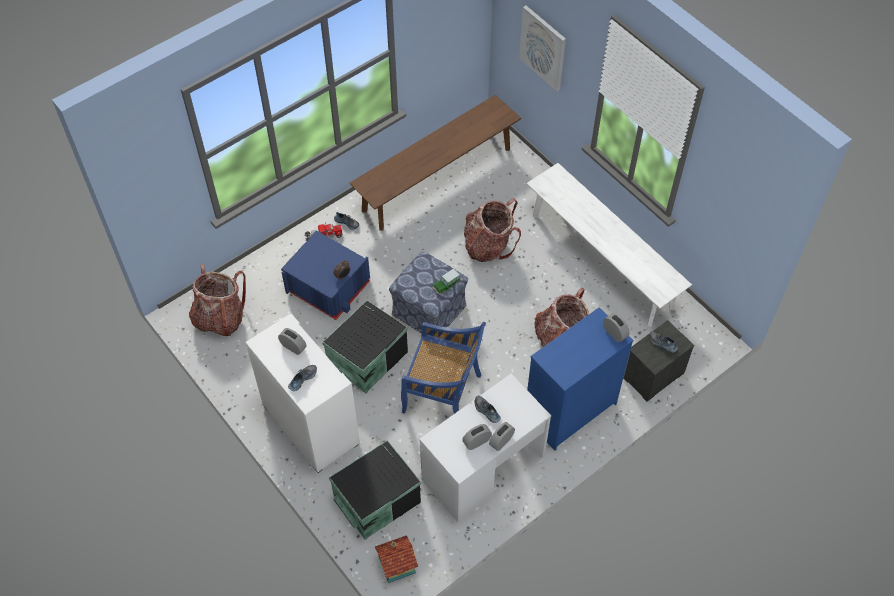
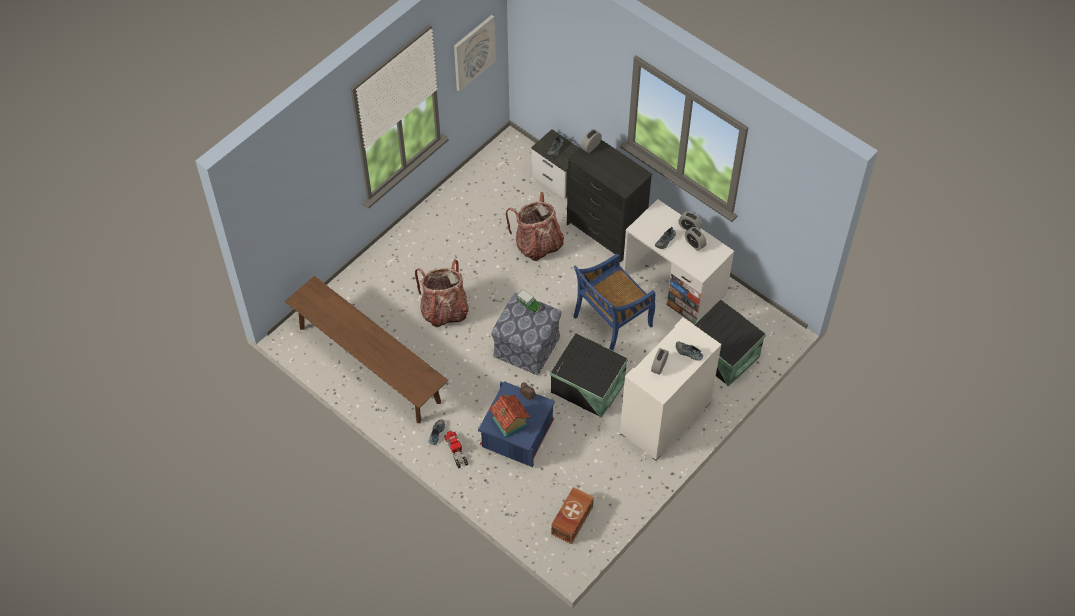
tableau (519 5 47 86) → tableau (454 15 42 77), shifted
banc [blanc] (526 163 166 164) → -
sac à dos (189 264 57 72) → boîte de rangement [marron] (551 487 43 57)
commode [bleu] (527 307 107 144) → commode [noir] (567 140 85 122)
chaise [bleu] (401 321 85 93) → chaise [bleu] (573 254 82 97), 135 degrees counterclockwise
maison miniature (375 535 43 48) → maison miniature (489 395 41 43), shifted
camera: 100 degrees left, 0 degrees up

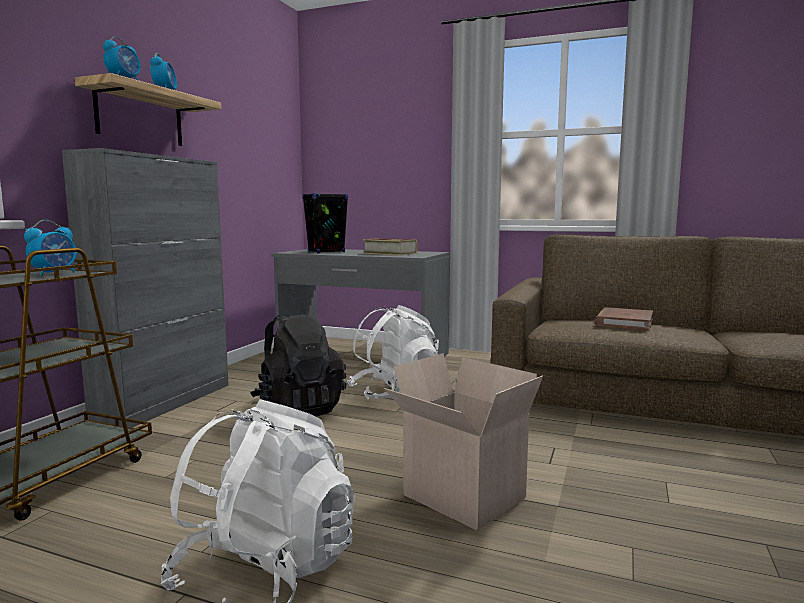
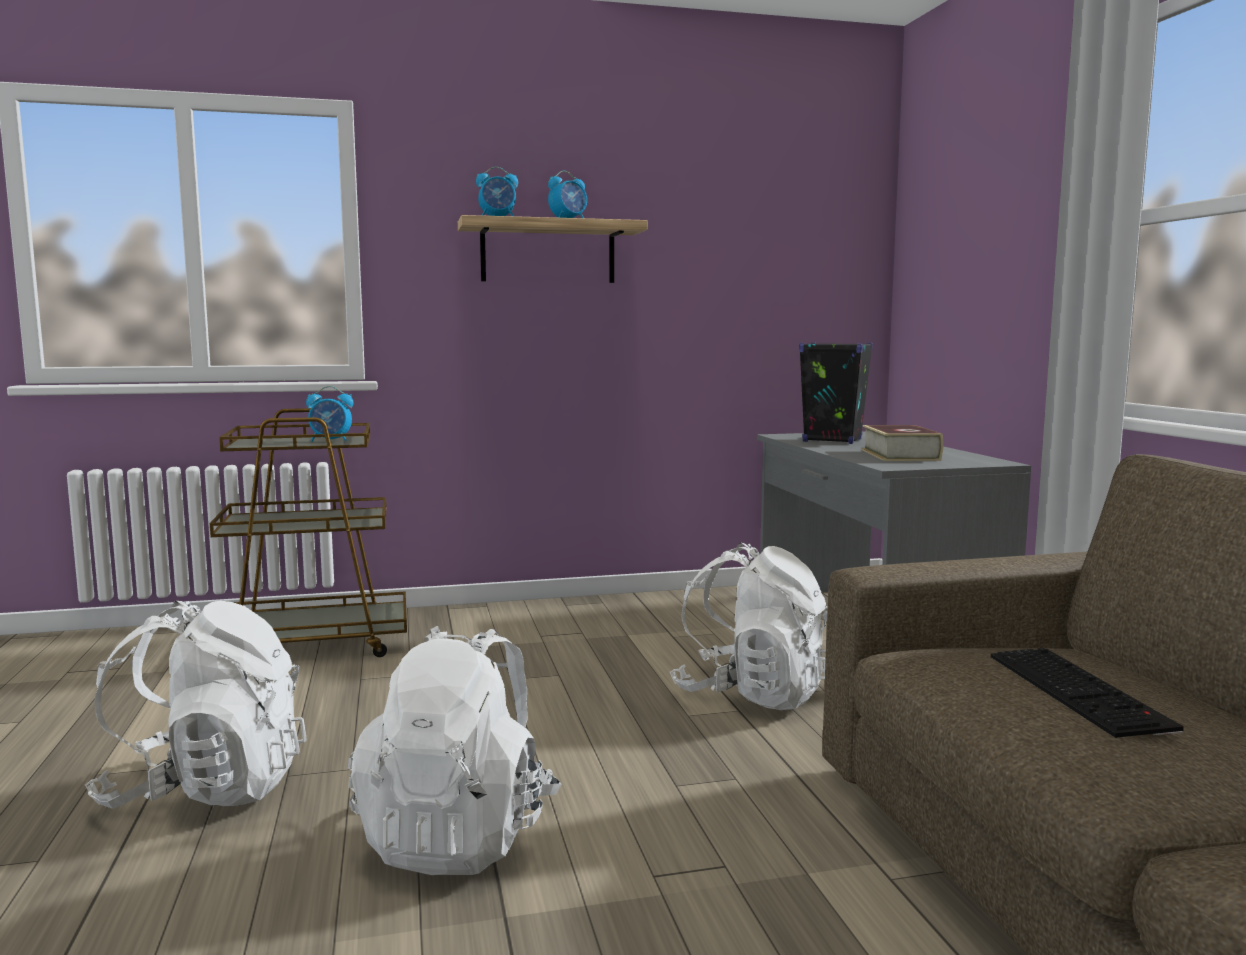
meuble de rangement [gris] (62 148 167 280) → -
livre [marron] (595 307 58 23) → clavier (991 648 193 90)
sac à dos [noir] (251 313 95 104) → -
carton (384 353 159 177) → sac à dos [blanc] (348 626 213 249)
camera: 55 degrees right, 0 degrees up

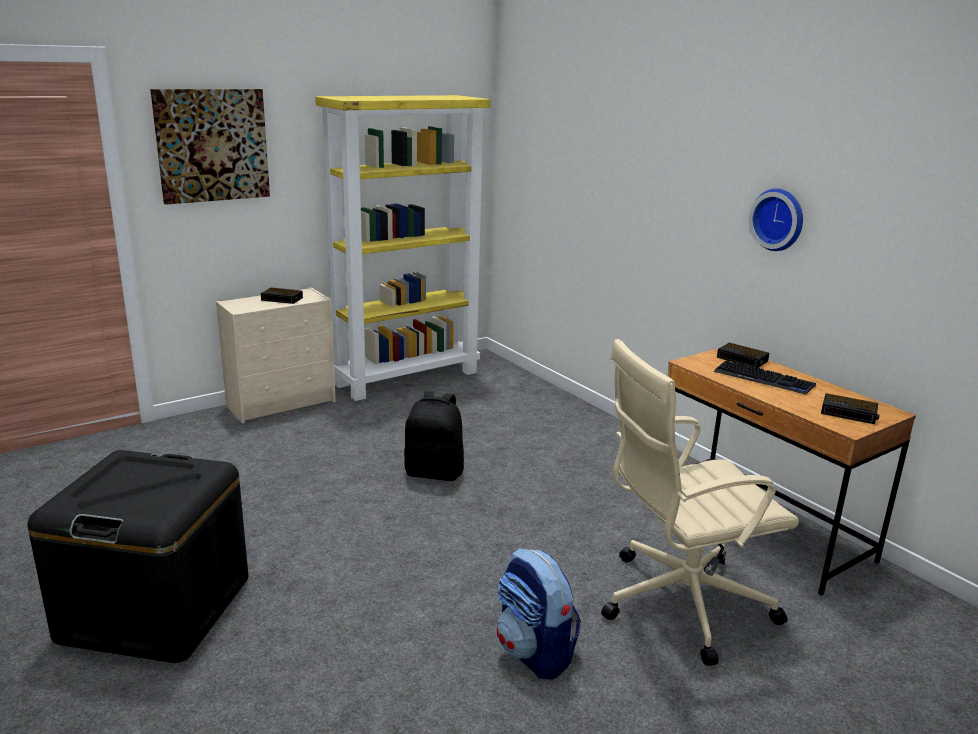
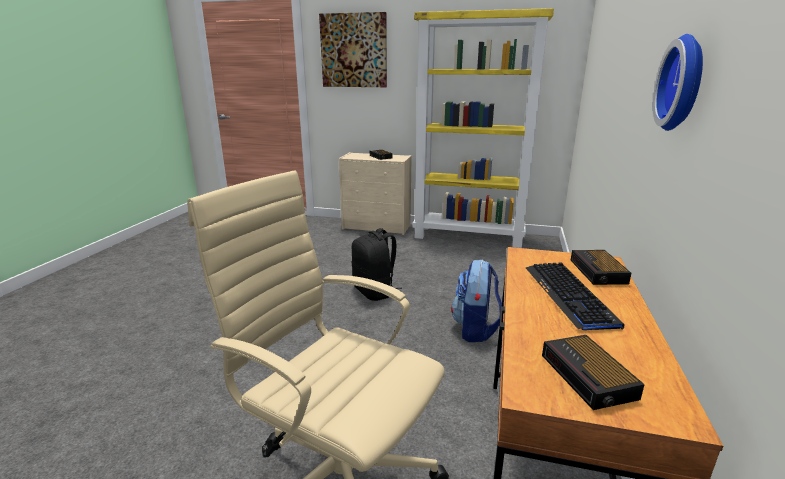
boîte de rangement [noir] (27 450 221 213) → -
sac à dos (497 548 84 132) → sac à dos (451 260 51 82), shifted
camera: 50 degrees right, 0 degrees up

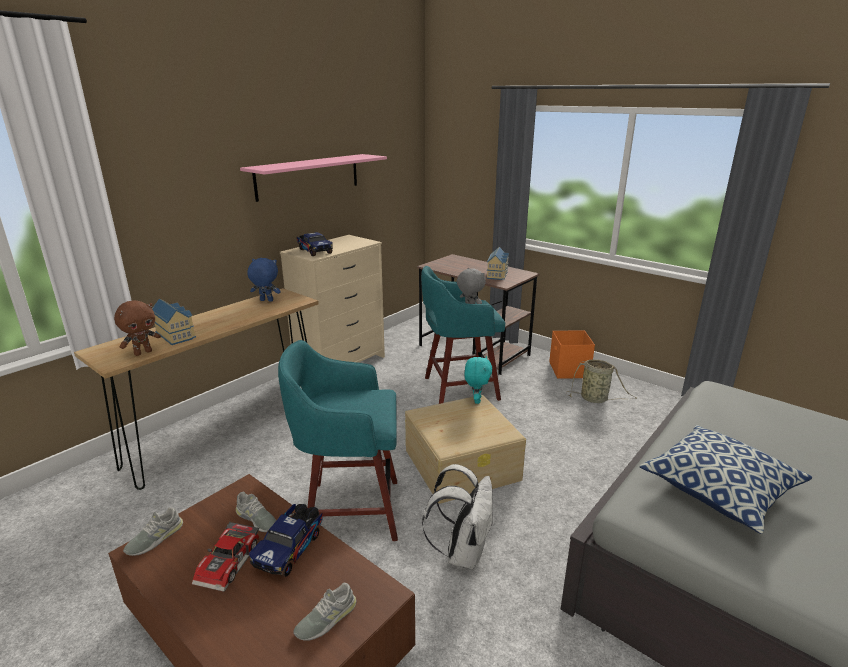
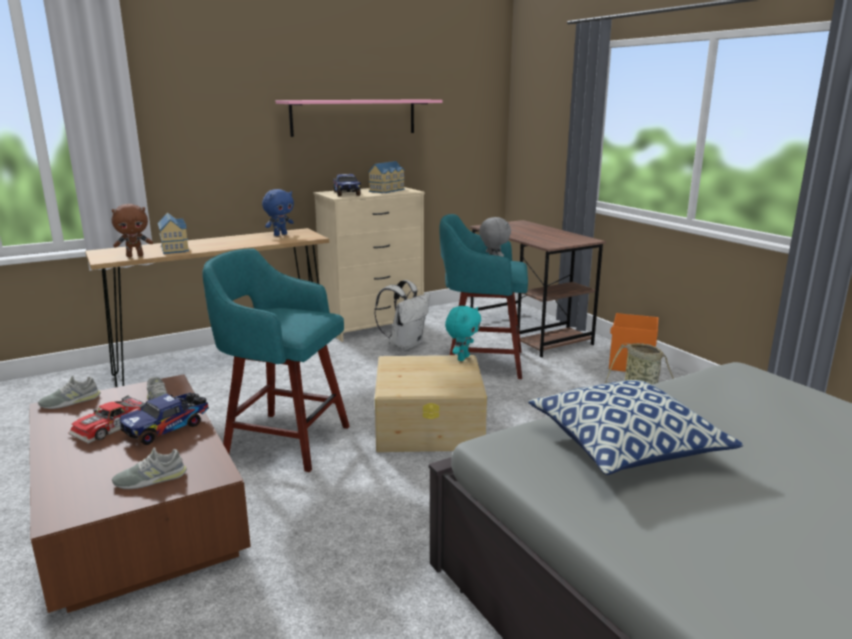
maison miniature (486 247 23 33) → maison miniature (368 161 37 32), shifted
peluche [bleu] (247 258 34 43) → peluche [bleu] (262 189 32 47), 105 degrees clockwise
sac à dos [blanc] (422 464 71 105) → sac à dos [blanc] (374 280 56 70), shifted
camera: 20 degrees right, 5 degrees down

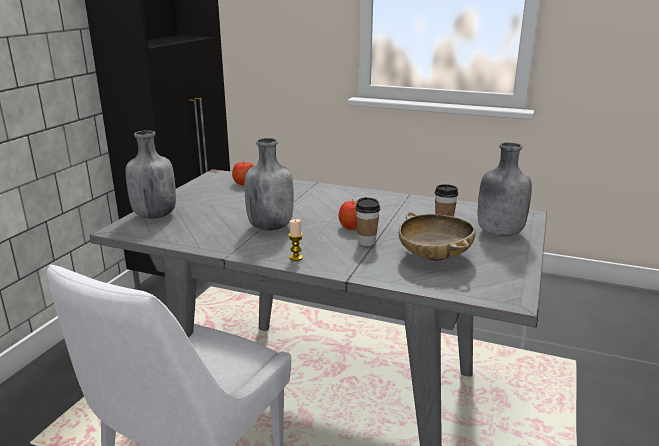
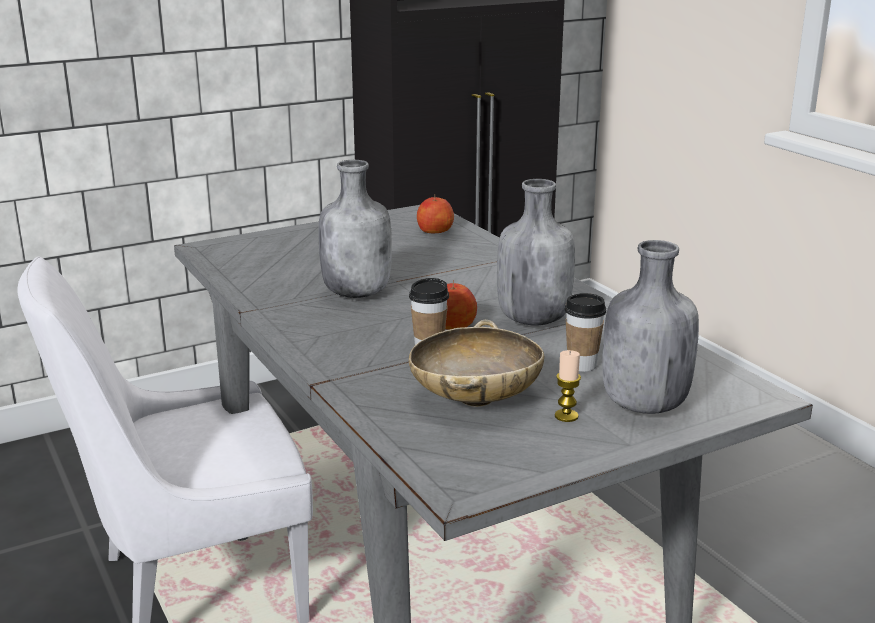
bouteille [gris] (125 130 51 89) → bouteille [gris] (497 179 78 146), shifted
bougie (289 219 14 42) → bougie (555 350 26 72), shifted
camera: 40 degrees right, 0 degrees up

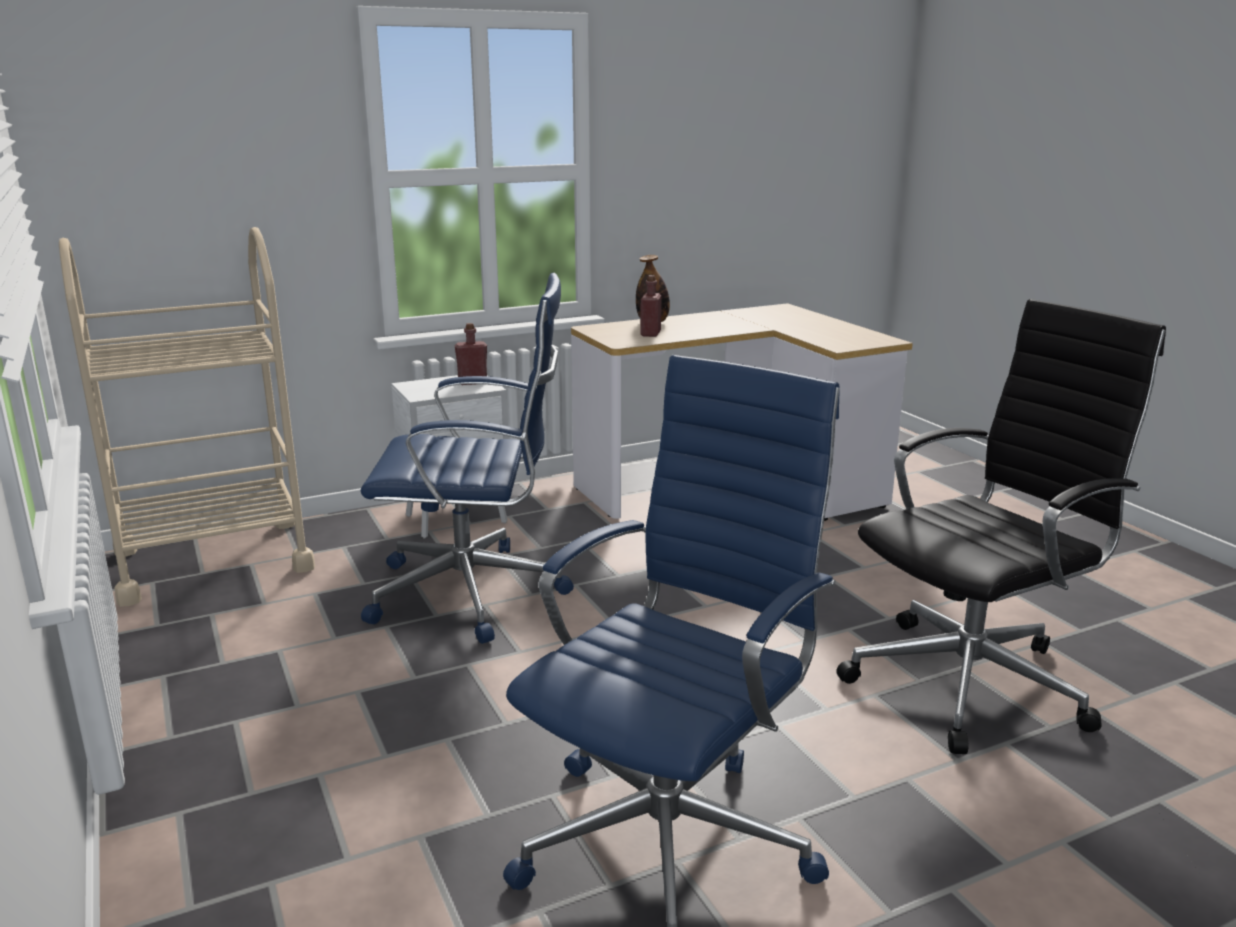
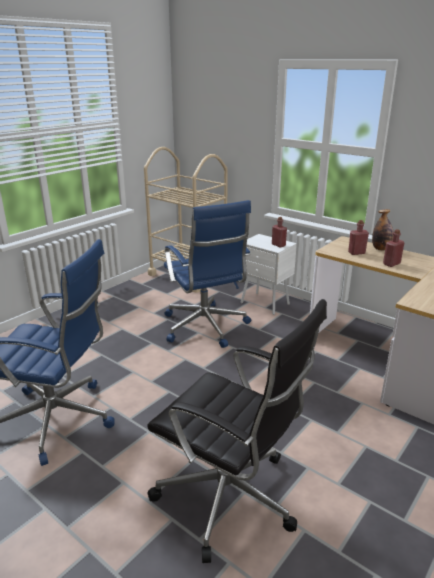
- → bouteille [rouge] (383 229 21 38)
camera: 65 degrees right, 5 degrees up

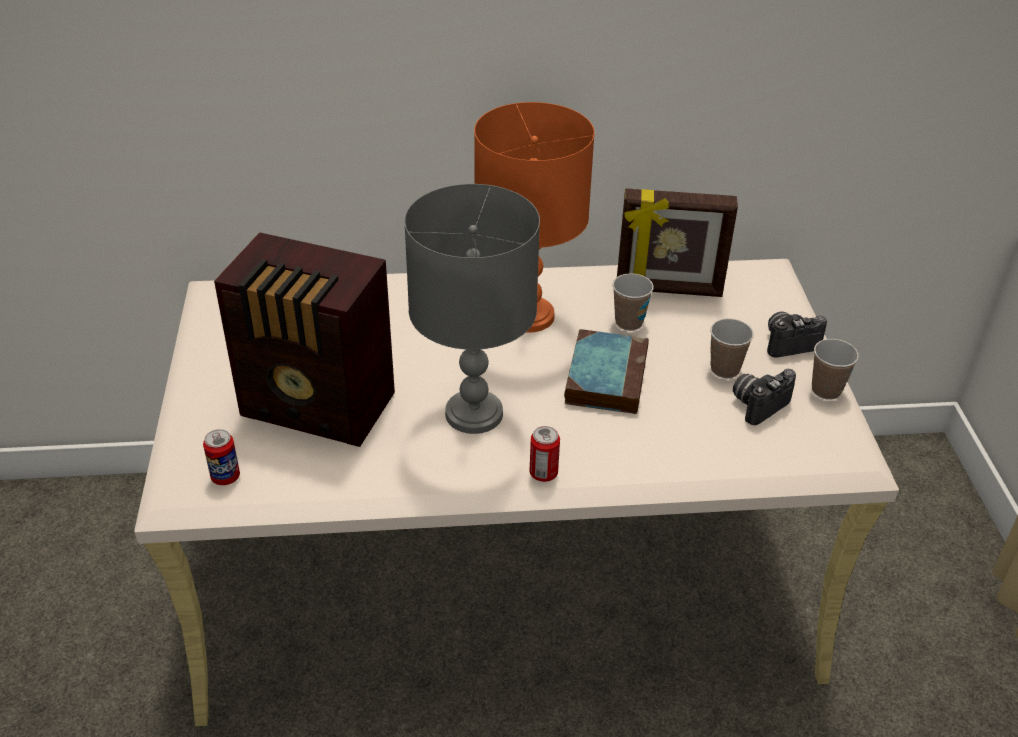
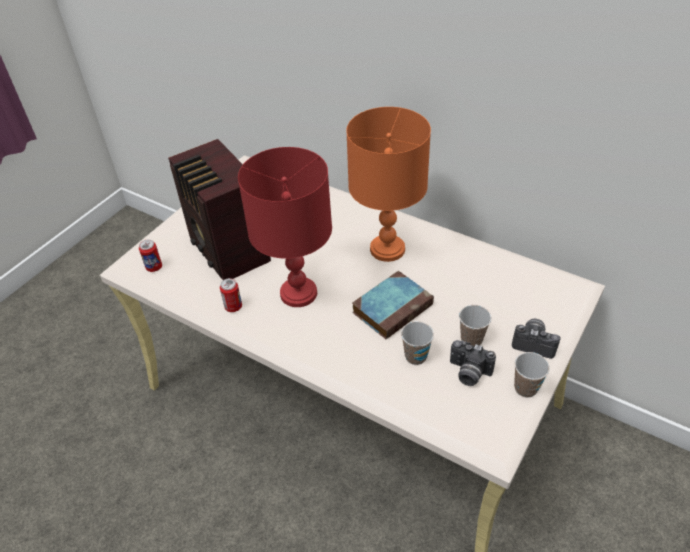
lampe de table [gris] (404 184 136 250) → lampe de table [rouge] (238 147 94 160)
cadre photo (617 189 121 108) → -
tasse (613 273 41 58) → tasse (401 321 33 44), shifted
appareil photo (733 369 63 56) → appareil photo (450 340 46 46), 150 degrees counterclockwise
boîte métallique (530 426 30 56) → boîte métallique (220 278 22 34), shifted
camera: 40 degrees right, 5 degrees up

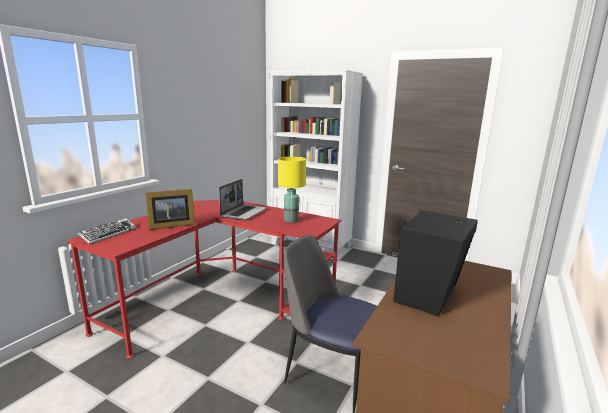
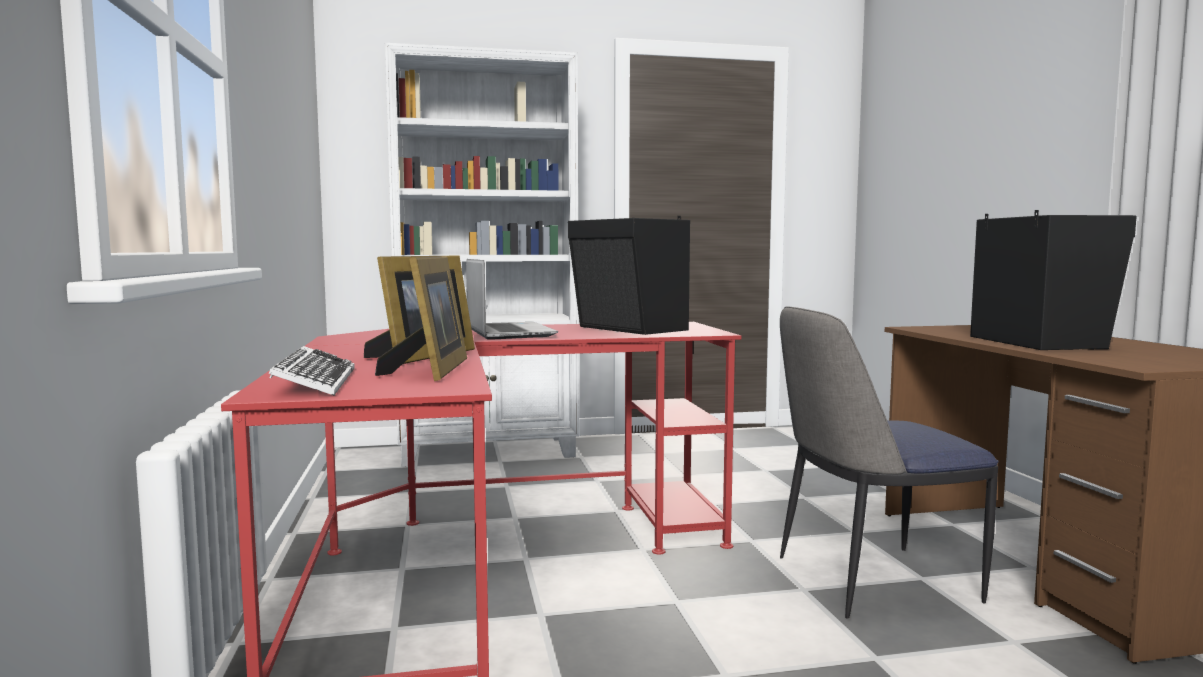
lampe de table [jaune] (278 157 28 66) → enceinte [noir] (568 216 122 119)
- → cadre photo (375 256 92 125)
camera: 40 degrees left, 10 degrees down

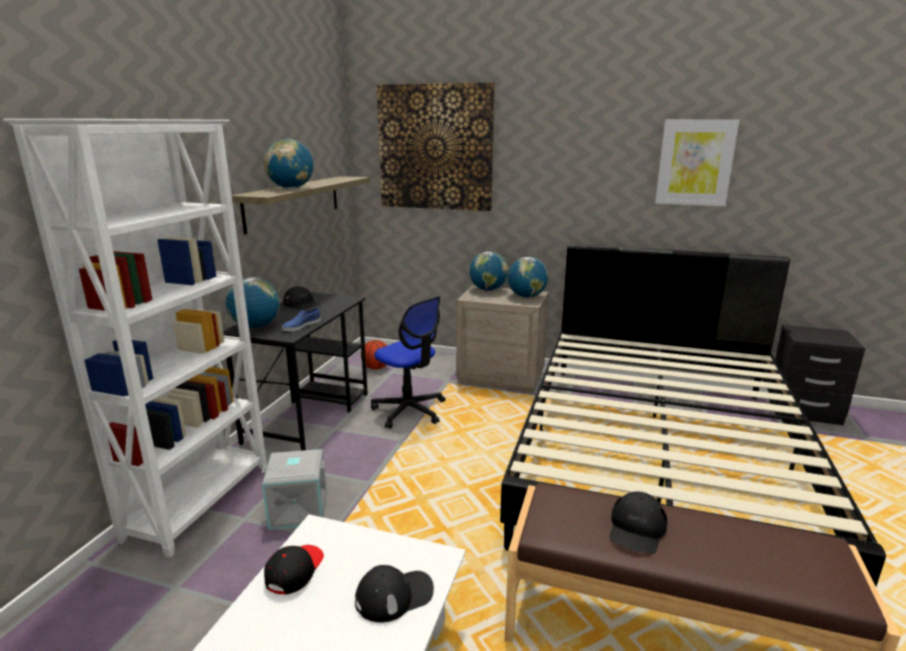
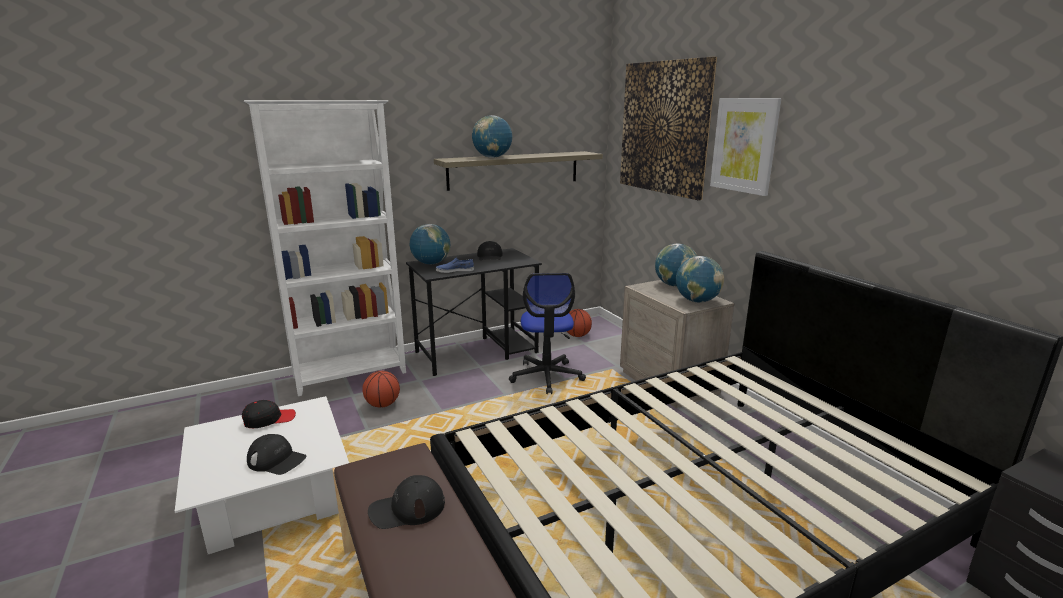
tableau (655 119 85 87) → tableau (710 98 72 98), shifted
boîte de rangement [gris] (261 449 66 81) → ballon de basket (362 371 38 37)
camera: 45 degrees right, 0 degrees up

